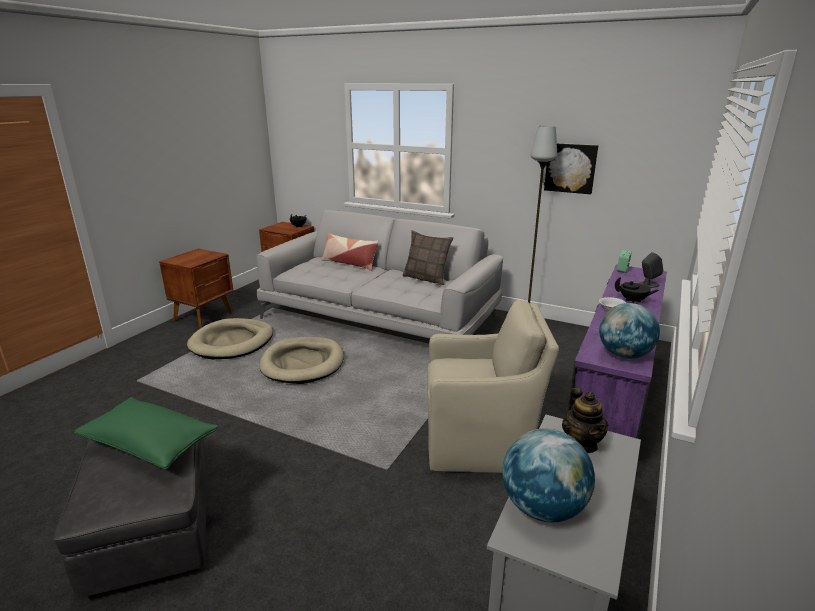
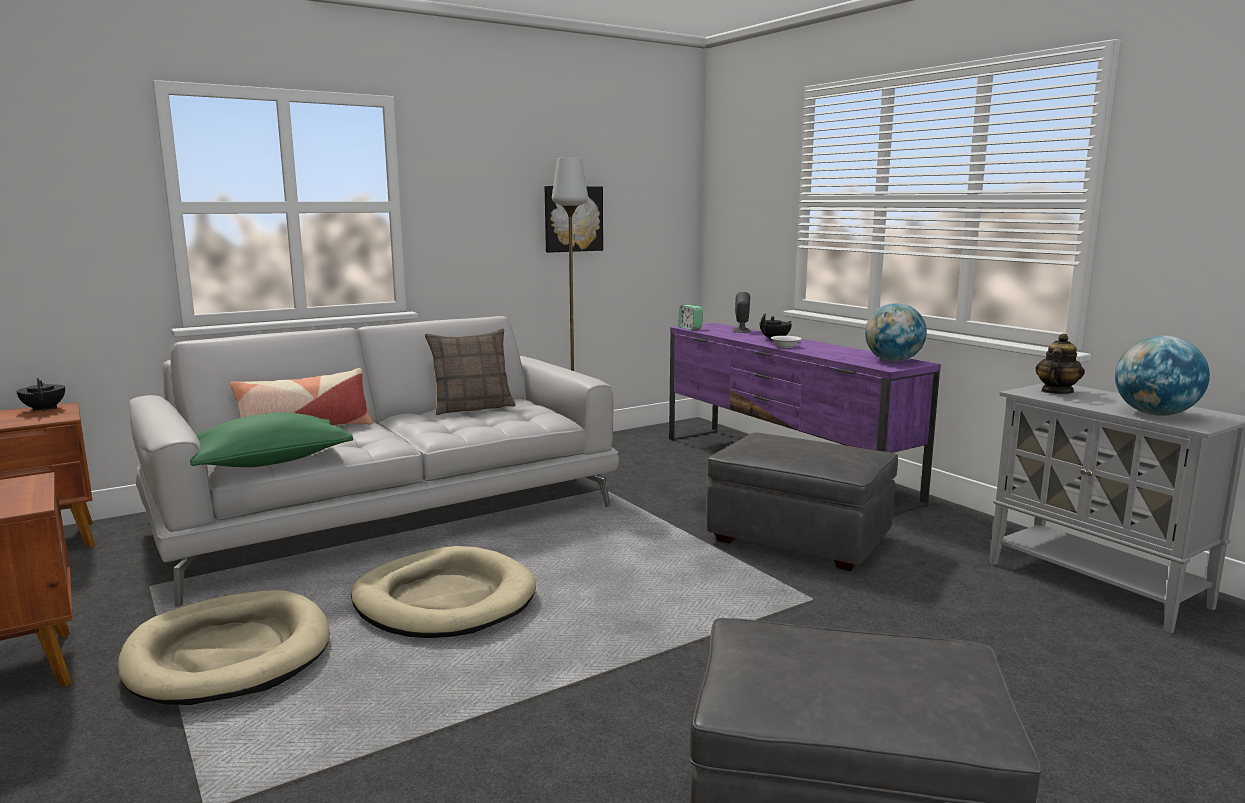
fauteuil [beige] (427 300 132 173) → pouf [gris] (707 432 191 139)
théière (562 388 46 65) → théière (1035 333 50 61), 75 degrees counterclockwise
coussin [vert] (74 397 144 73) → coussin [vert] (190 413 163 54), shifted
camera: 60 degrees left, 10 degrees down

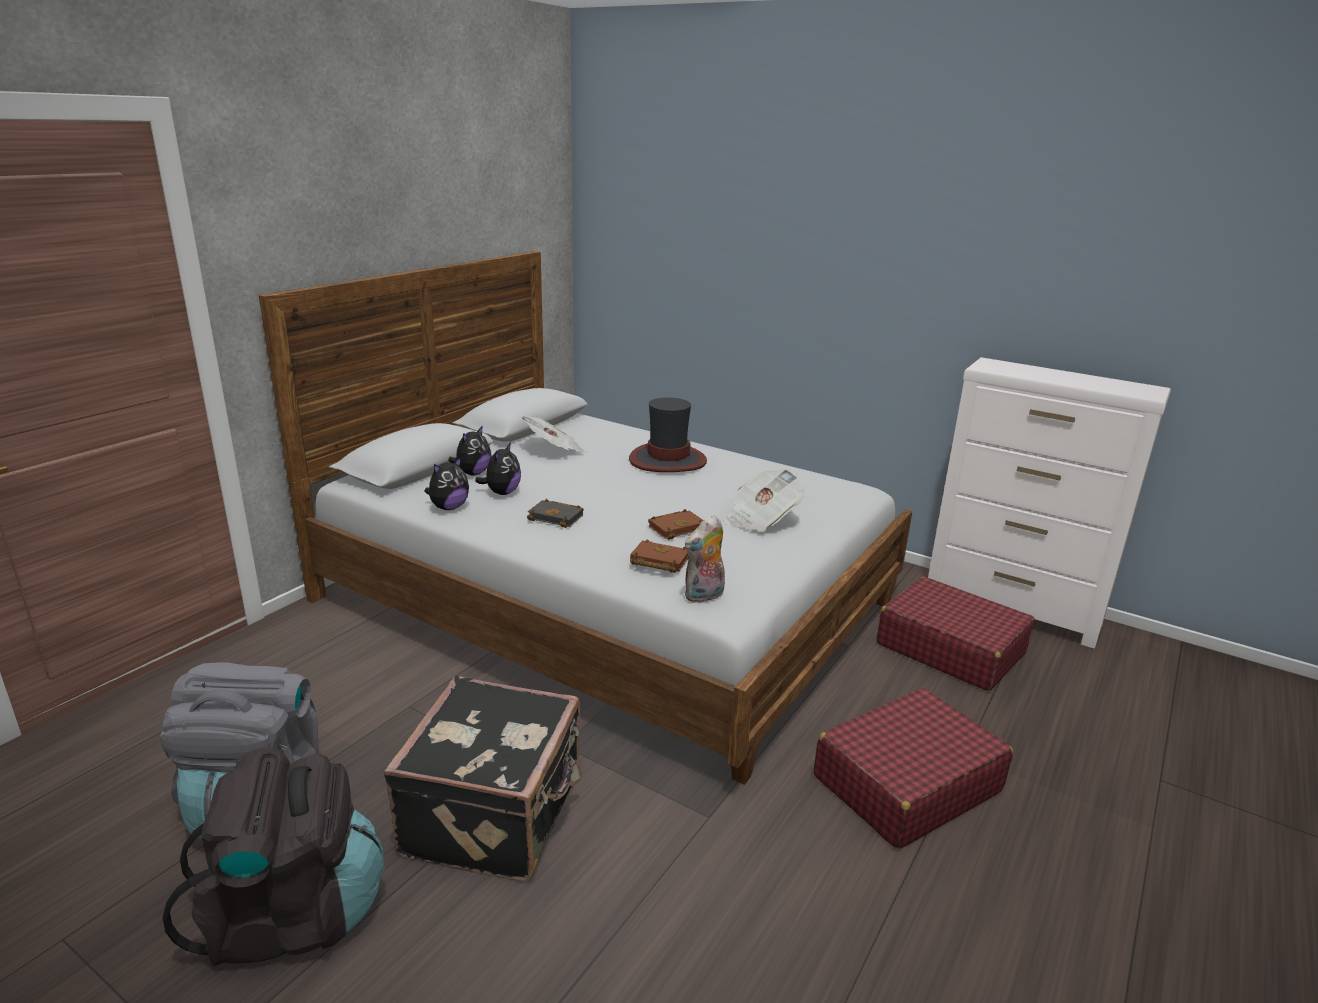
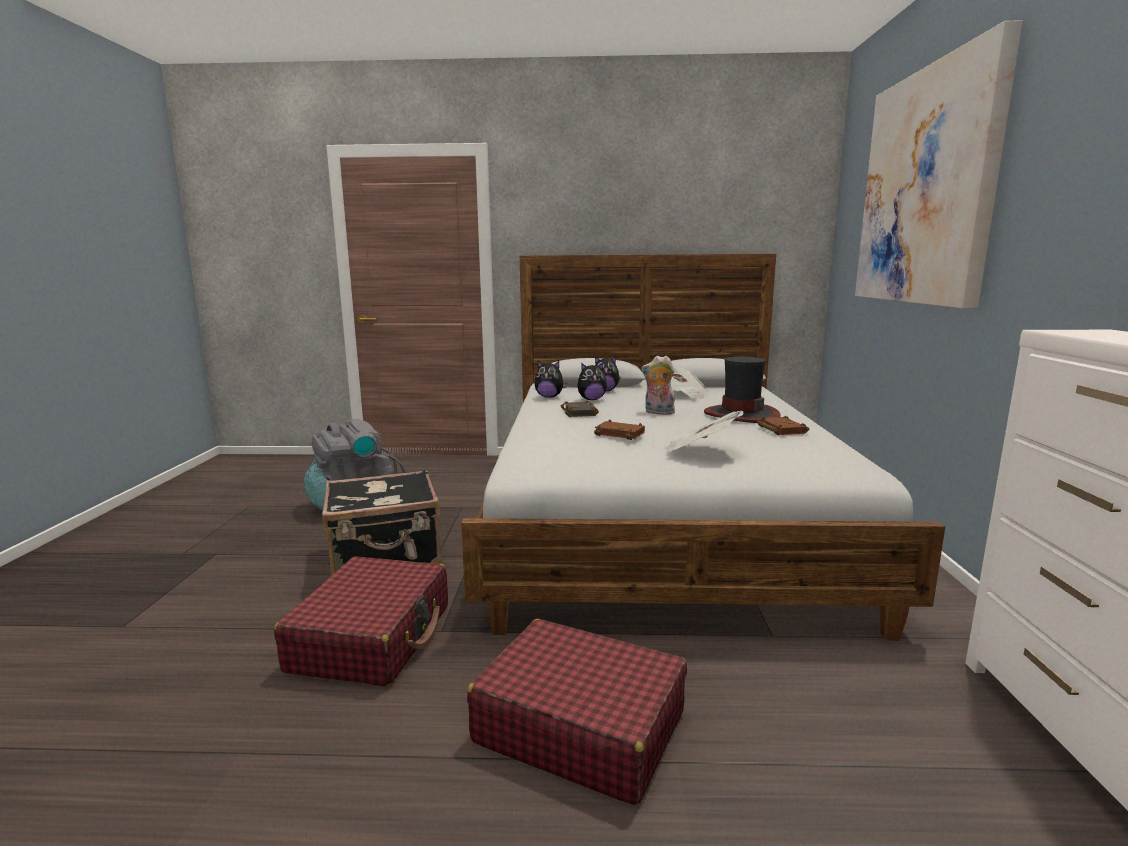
peluche (685 515 40 89) → peluche (641 356 36 59), shifted
livre [marron] (630 539 59 34) → livre [marron] (757 416 52 19), shifted
valise [rouge] (876 577 159 114) → valise [rouge] (274 556 174 131), shifted
sac à dos [noir] (163 748 221 218) → -
- → tableau (855 20 168 288)
camera: 60 degrees right, 10 degrees down

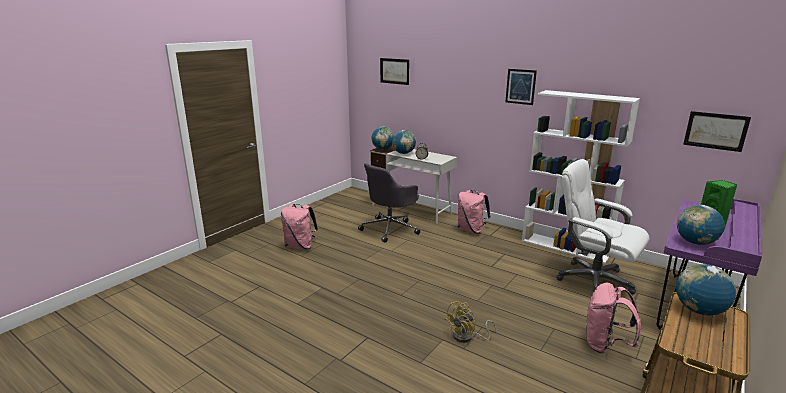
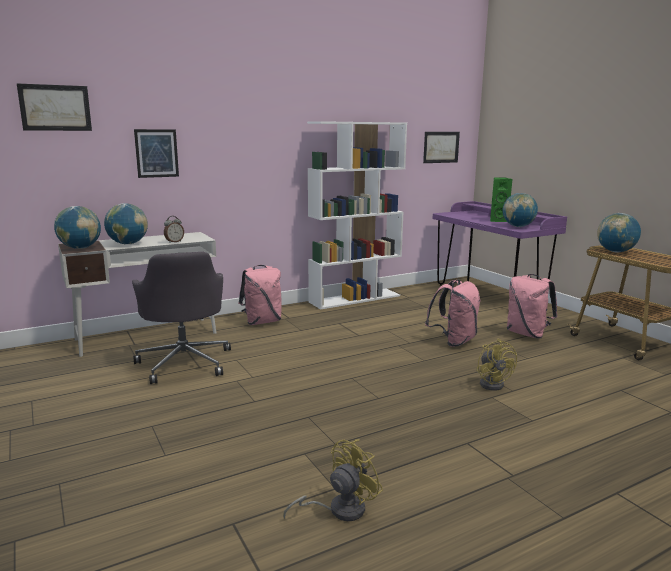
tableau (505 69 32 36) → tableau (134 129 45 49), shifted
chaise de bureau [blanc] (556 159 93 135) → -
sac à dos [rose] (281 204 37 45) → sac à dos [rose] (425 280 55 67), shifted
- → ventilateur [jaune] (283 439 100 82)
camera: 65 degrees left, 5 degrees down

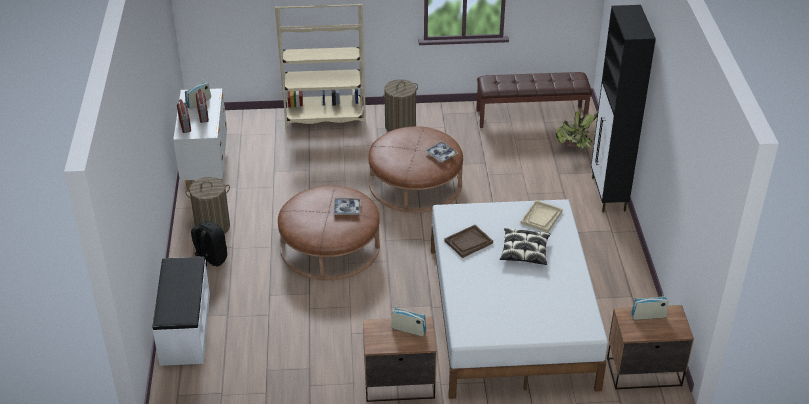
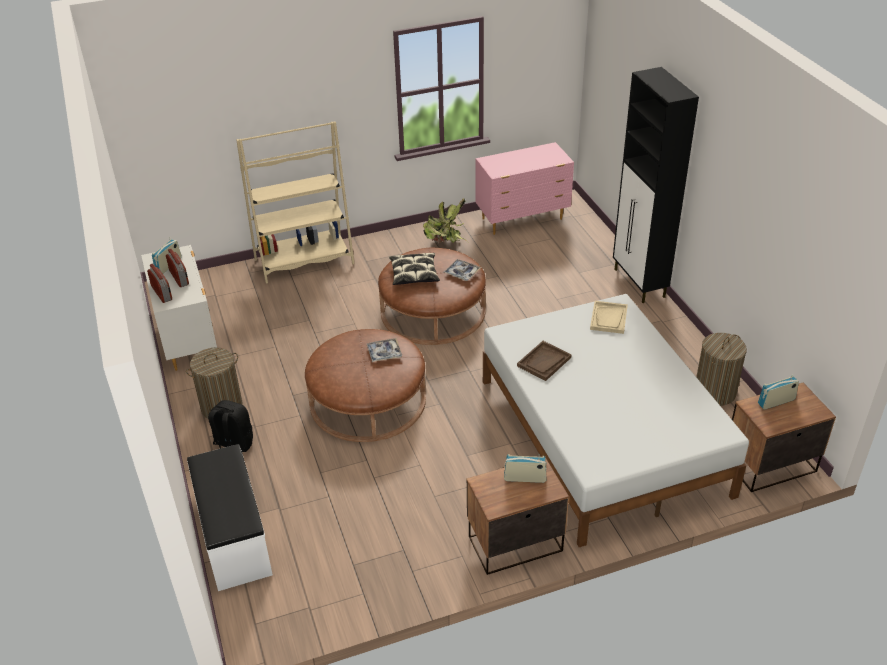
banc [marron] (477 72 115 56) → commode [rose] (476 142 98 93)
panier à linge (383 79 35 52) → panier à linge (696 333 51 73), shifted
plante en pot (556 110 42 40) → plante en pot (423 198 45 45), shifted
coussin (500 228 50 37) → coussin (389 253 51 32), shifted
camera: 15 degrees left, 0 degrees up

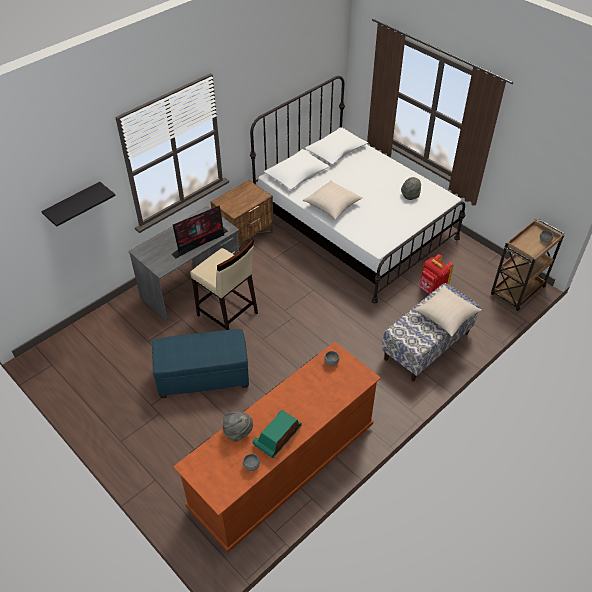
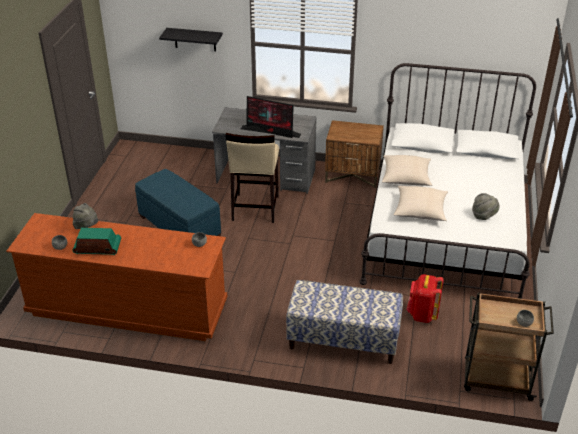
coussin [beige] (414 285 68 52) → coussin [beige] (394 186 54 35), shifted
camera: 55 degrees right, 10 degrees down

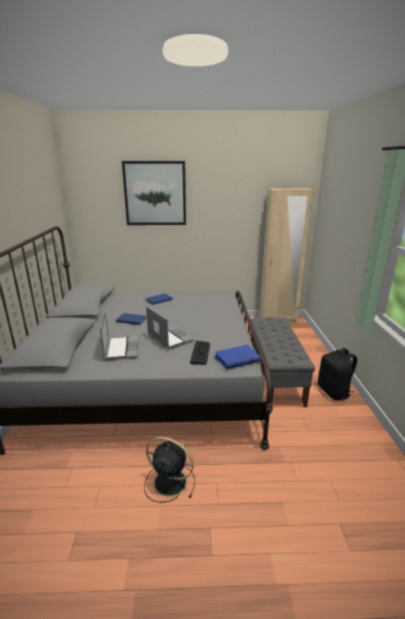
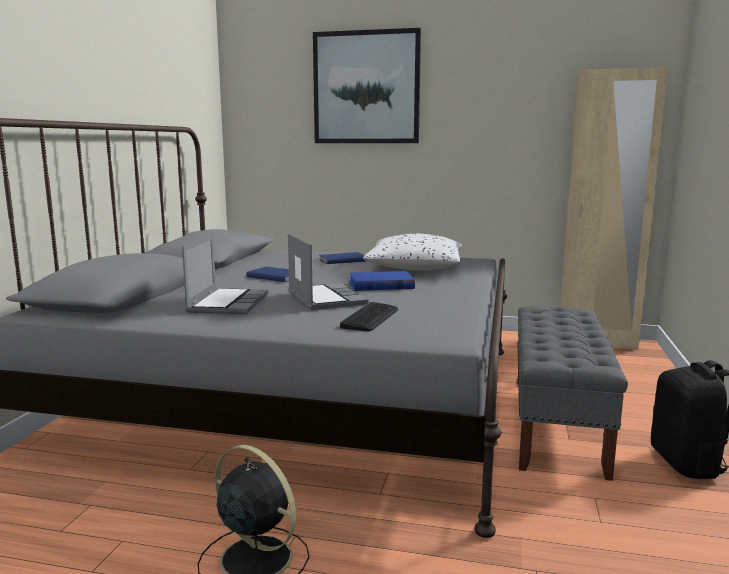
livre [bleu] (214 345 47 25) → livre [bleu] (348 271 67 20), shifted
- → coussin [blanc] (363 234 99 36)
camera: 15 degrees right, 10 degrees down

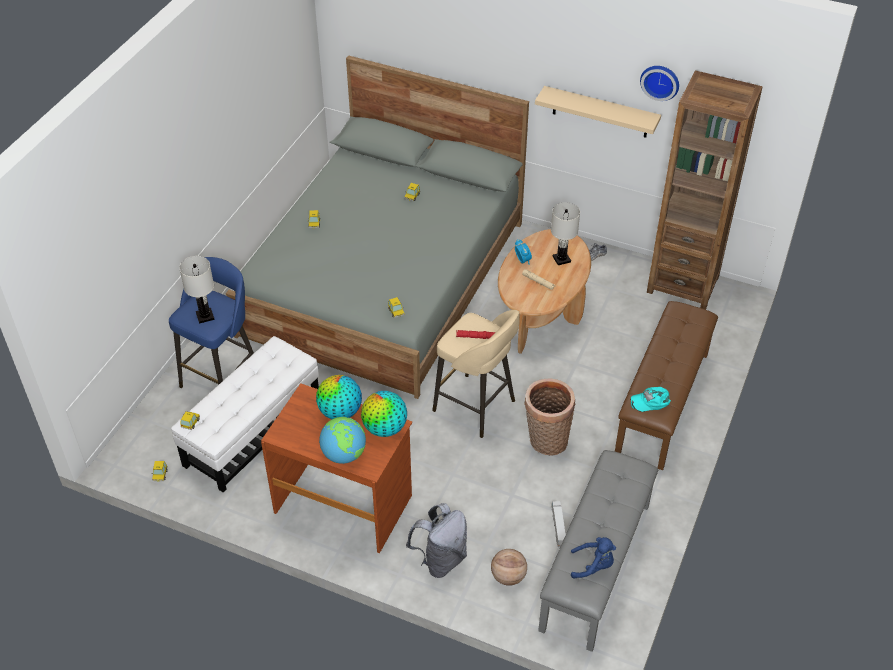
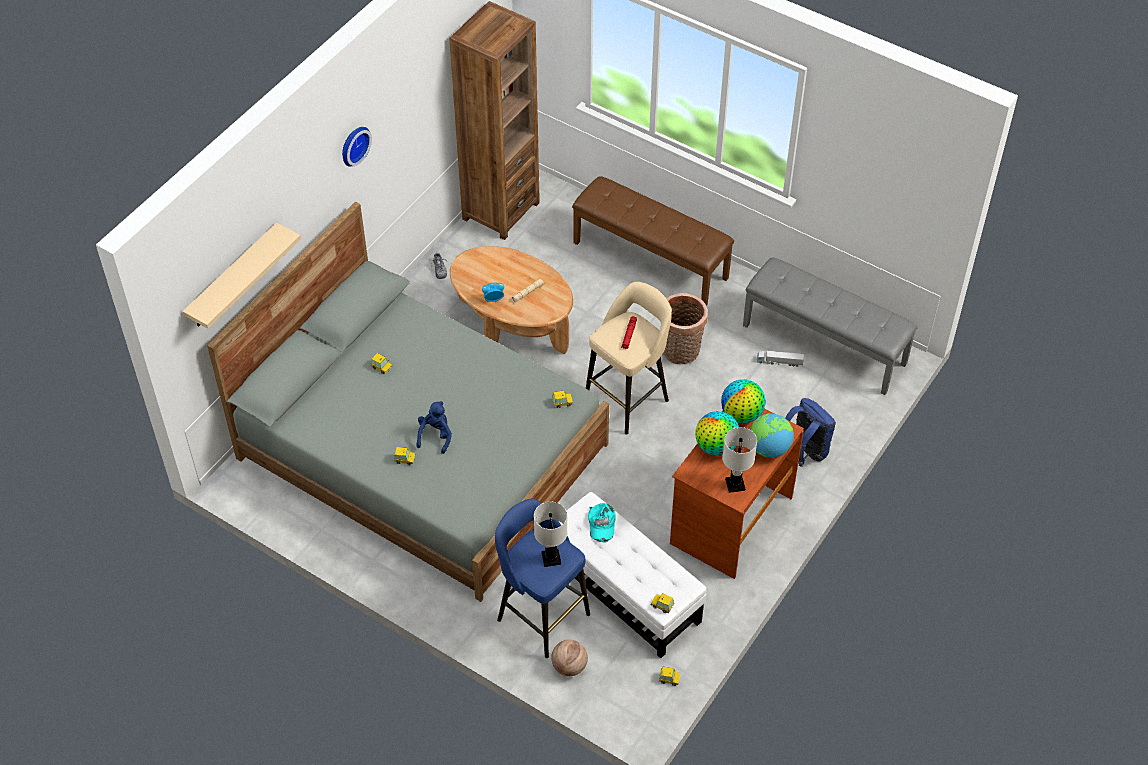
horloge murale (640 66 39 35) → horloge murale (342 127 30 40), shifted
étagère [beige] (535 86 126 52) → étagère [beige] (183 223 118 106), shifted
lampe de table [blanc] (551 202 29 63) → lampe de table [blanc] (722 427 35 66), shifted
casquette [turquoise] (630 387 41 25) → casquette [turquoise] (588 503 28 40), shifted
sac à dos [gris] (406 503 61 75) → sac à dos [bleu] (785 398 51 69)
peluche [bleu] (571 537 45 41) → peluche [bleu] (416 401 36 53), shifted
ballon de basket (491 549 36 37) → ballon de basket (551 640 37 36), shifted
camera: 80 degrees left, 5 degrees up

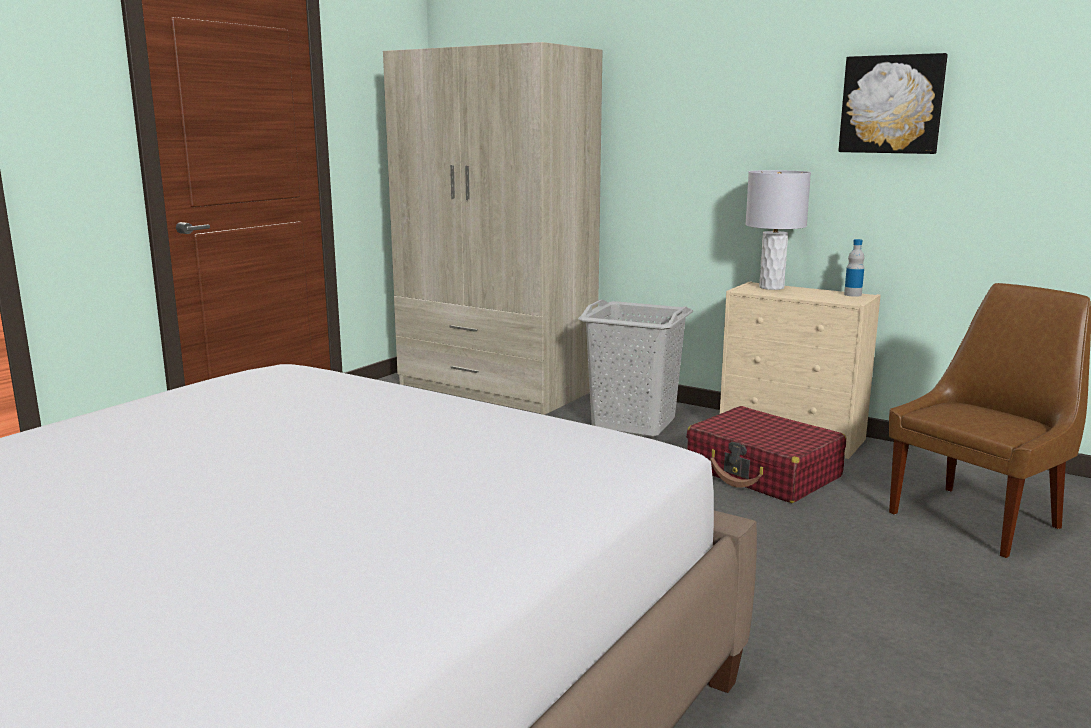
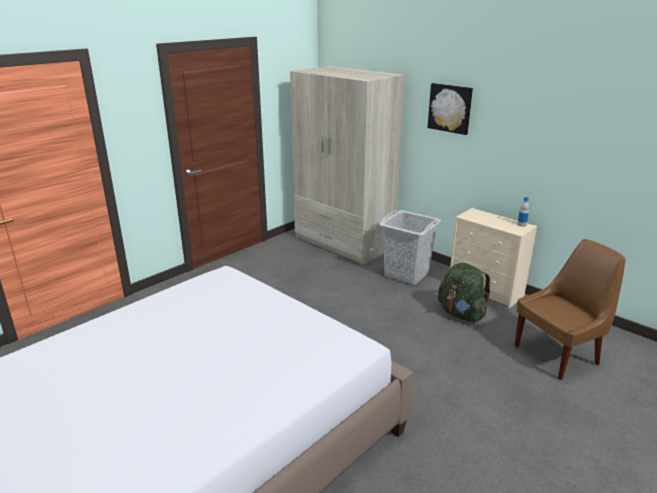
tableau (838 53 110 101) → tableau (428 83 45 52), shifted
lampe de table [gris] (745 170 66 120) → -
valise [rouge] (686 406 160 97) → sac à dos [vert] (438 263 53 59)
camera: 10 degrees right, 10 degrees up

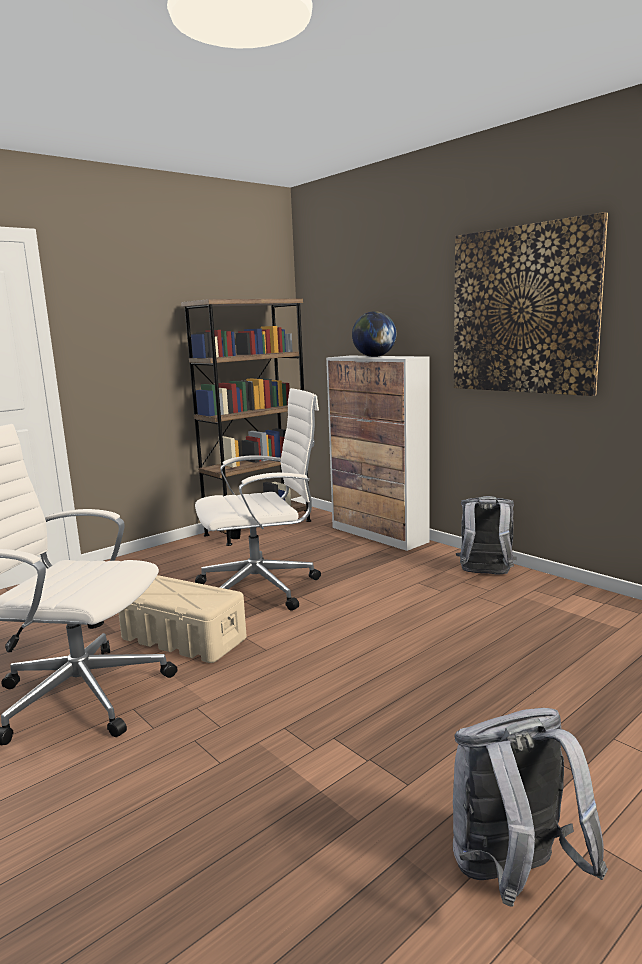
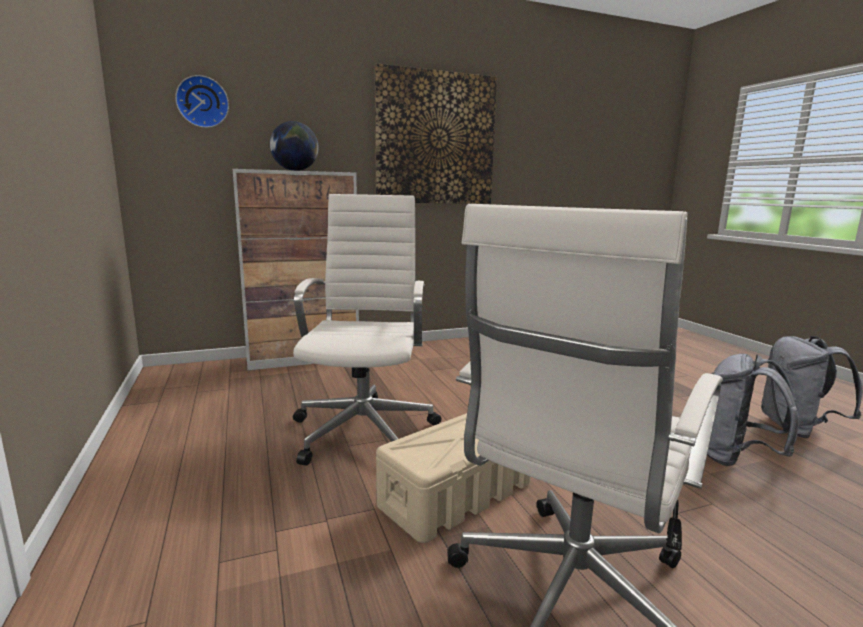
bibliothèque [marron] (181 299 130 247) → -
sac à dos [gris] (456 496 60 78) → sac à dos [gris] (707 354 92 112), shifted
- → horloge murale (175 75 54 53)
camera: 70 degrees left, 0 degrees up

